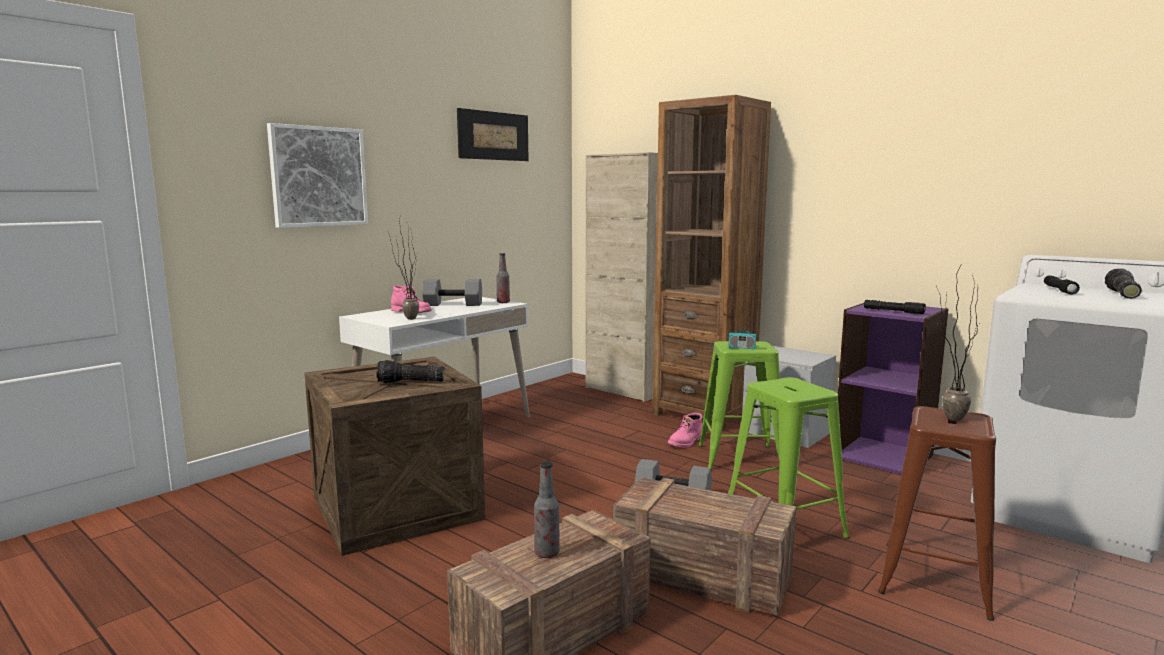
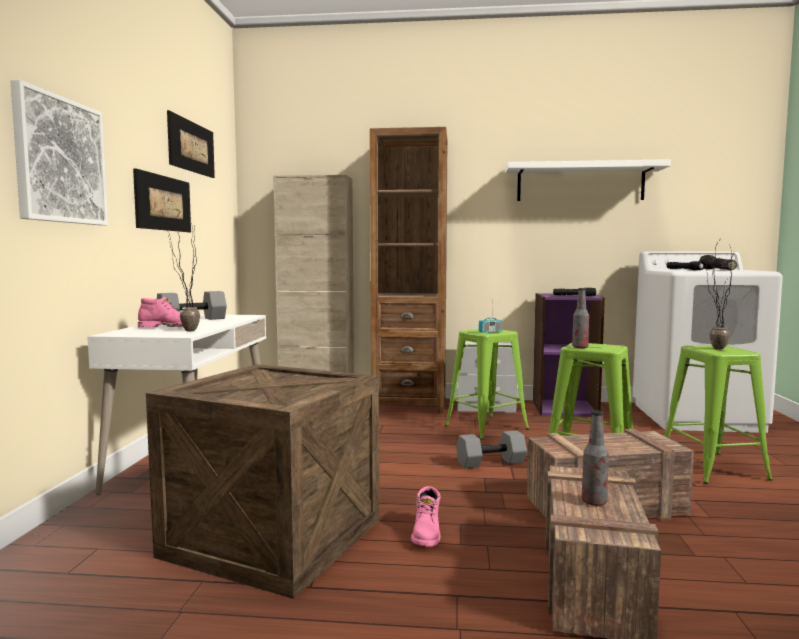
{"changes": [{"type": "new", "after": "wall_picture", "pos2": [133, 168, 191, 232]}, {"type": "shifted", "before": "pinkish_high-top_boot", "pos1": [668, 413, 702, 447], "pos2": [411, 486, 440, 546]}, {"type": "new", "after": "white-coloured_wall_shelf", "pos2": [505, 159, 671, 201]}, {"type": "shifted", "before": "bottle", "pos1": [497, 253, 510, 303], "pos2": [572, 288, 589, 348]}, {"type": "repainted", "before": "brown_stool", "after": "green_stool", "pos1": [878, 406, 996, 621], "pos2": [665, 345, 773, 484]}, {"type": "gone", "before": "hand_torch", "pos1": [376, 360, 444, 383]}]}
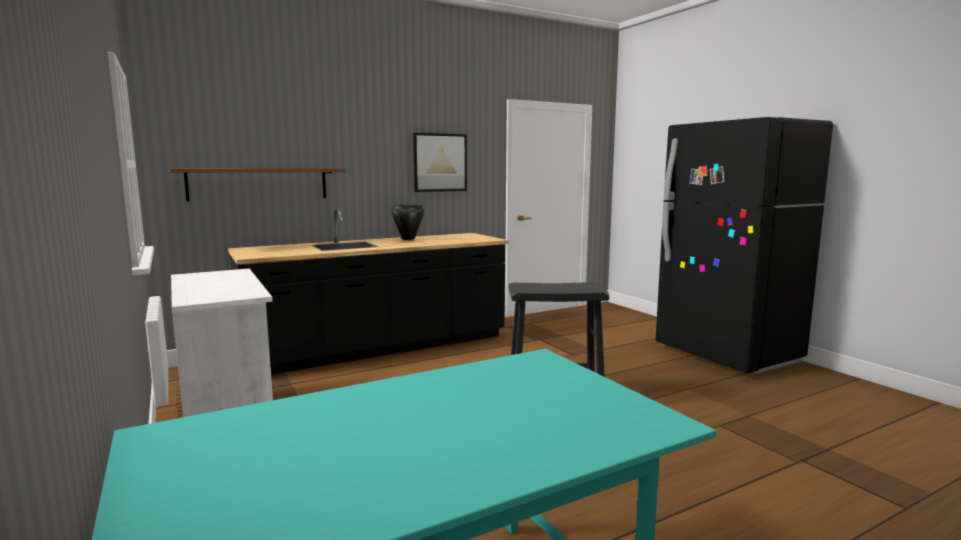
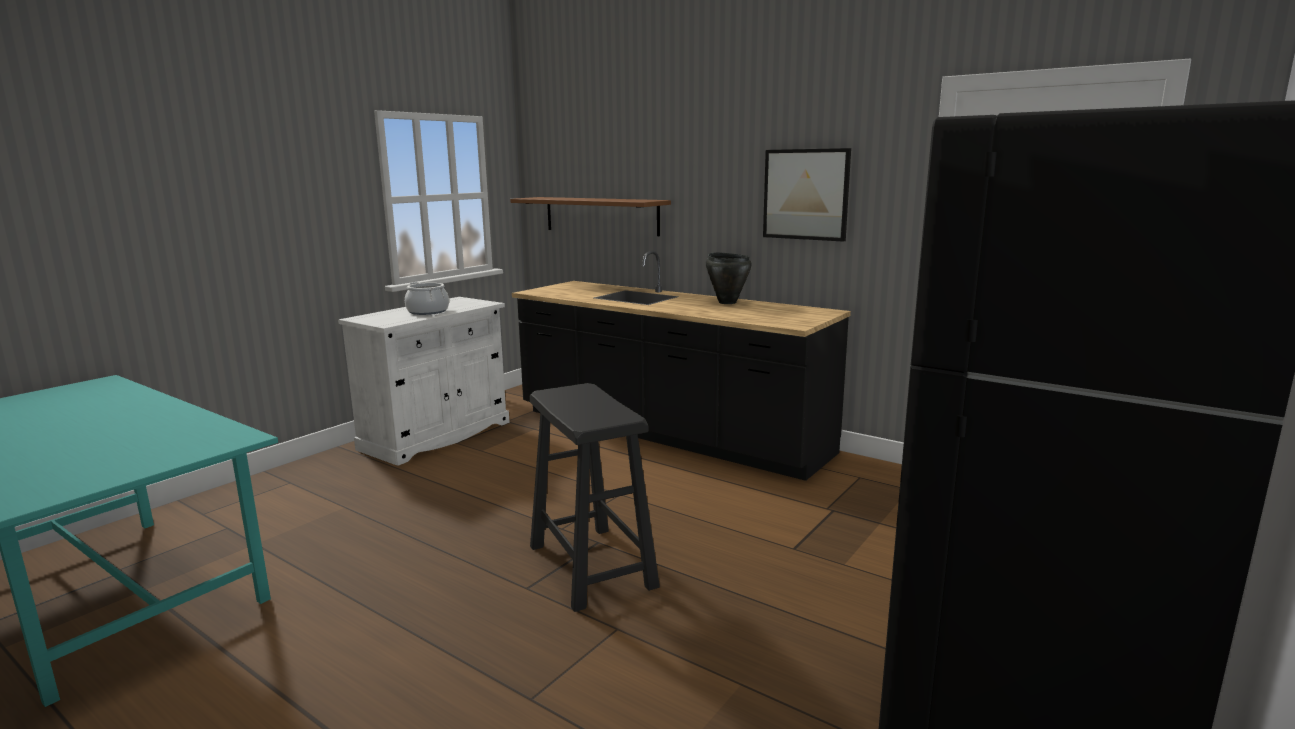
{"changes": [{"type": "new", "after": "cooking_pot", "pos2": [405, 282, 449, 315]}]}
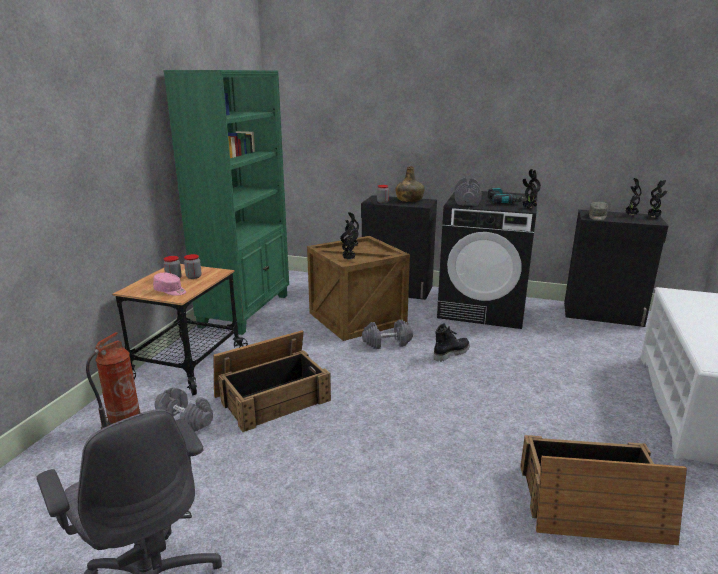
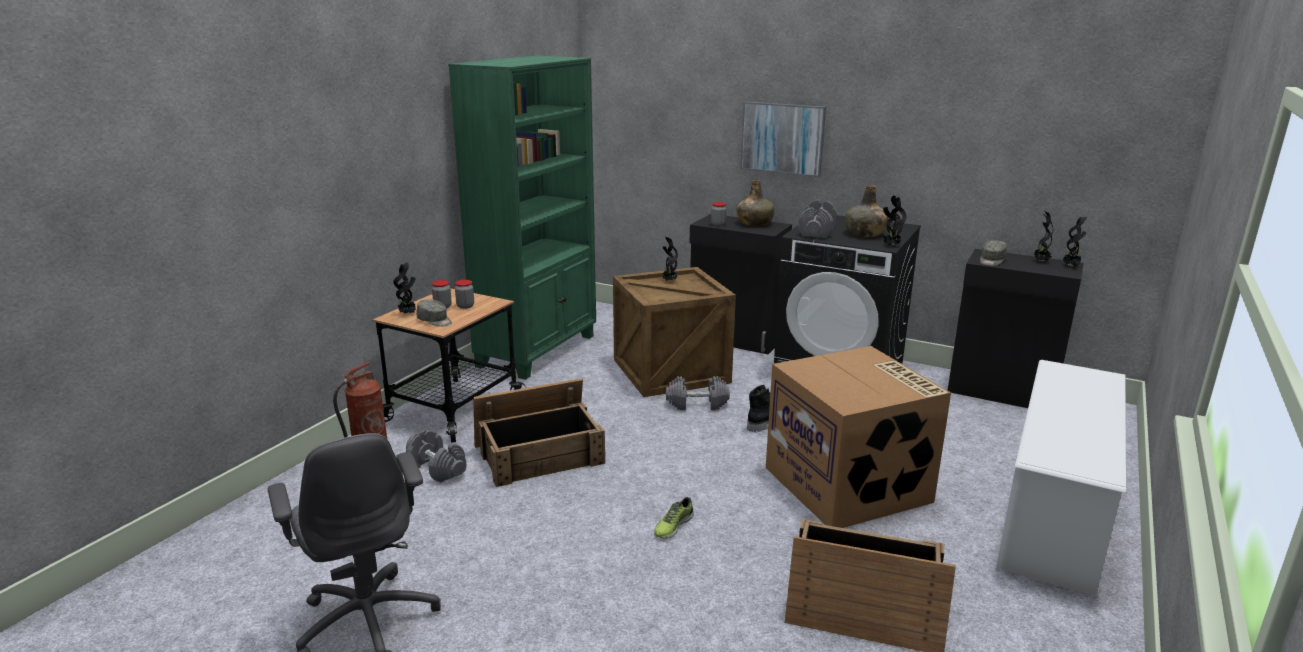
{"changes": [{"type": "shifted", "before": "plant_in_a_pot", "pos1": [340, 222, 358, 260], "pos2": [394, 262, 416, 314]}, {"type": "repainted", "before": "pinkish_peaked_cap", "after": "greyish_peaked_cap", "pos1": [153, 273, 186, 296], "pos2": [417, 299, 452, 327]}, {"type": "new", "after": "item_of_footwear", "pos2": [654, 497, 694, 539]}, {"type": "new", "after": "wall_picture", "pos2": [741, 102, 826, 177]}, {"type": "new", "after": "cardboard_box", "pos2": [766, 346, 951, 528]}, {"type": "swapped", "before": "drill", "after": "green_bottle", "pos1": [488, 188, 525, 204], "pos2": [845, 185, 888, 238]}]}
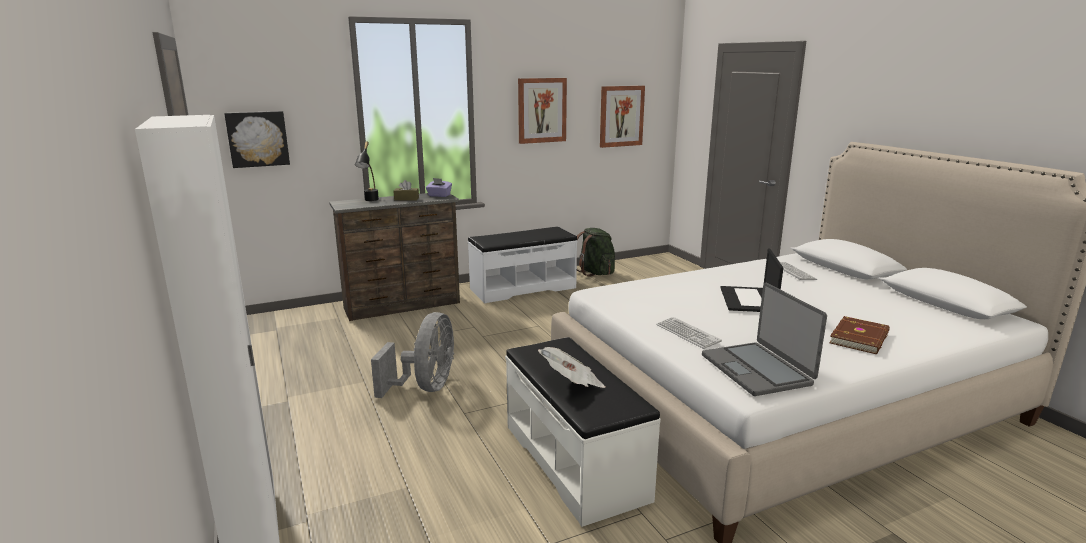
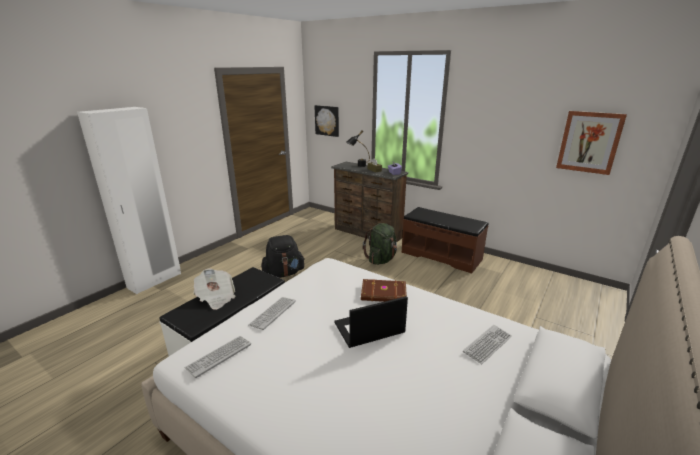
{"changes": [{"type": "swapped", "before": "notebook_computer", "after": "PC_keyboard", "pos1": [702, 282, 827, 396], "pos2": [185, 336, 251, 378]}, {"type": "swapped", "before": "greyish_electric_fan", "after": "black-coloured_knapsack", "pos1": [371, 312, 454, 398], "pos2": [261, 235, 305, 278]}, {"type": "shifted", "before": "brown_book", "pos1": [829, 316, 890, 354], "pos2": [361, 279, 407, 302]}, {"type": "shifted", "before": "green_knapsack", "pos1": [577, 228, 615, 277], "pos2": [362, 223, 397, 265]}, {"type": "repainted", "before": "white-coloured_indoor_bench", "after": "brown_indoor_bench", "pos1": [468, 226, 578, 303], "pos2": [402, 207, 489, 273]}, {"type": "gone", "before": "wall_picture", "pos1": [518, 78, 567, 144]}]}
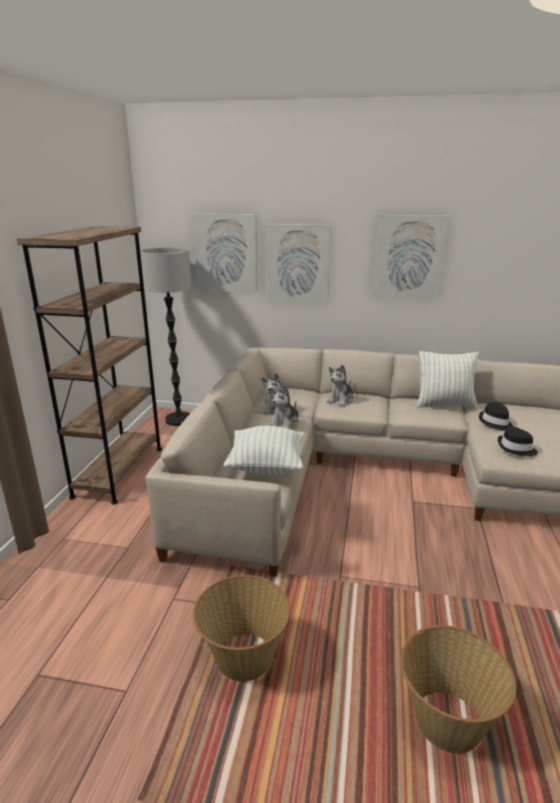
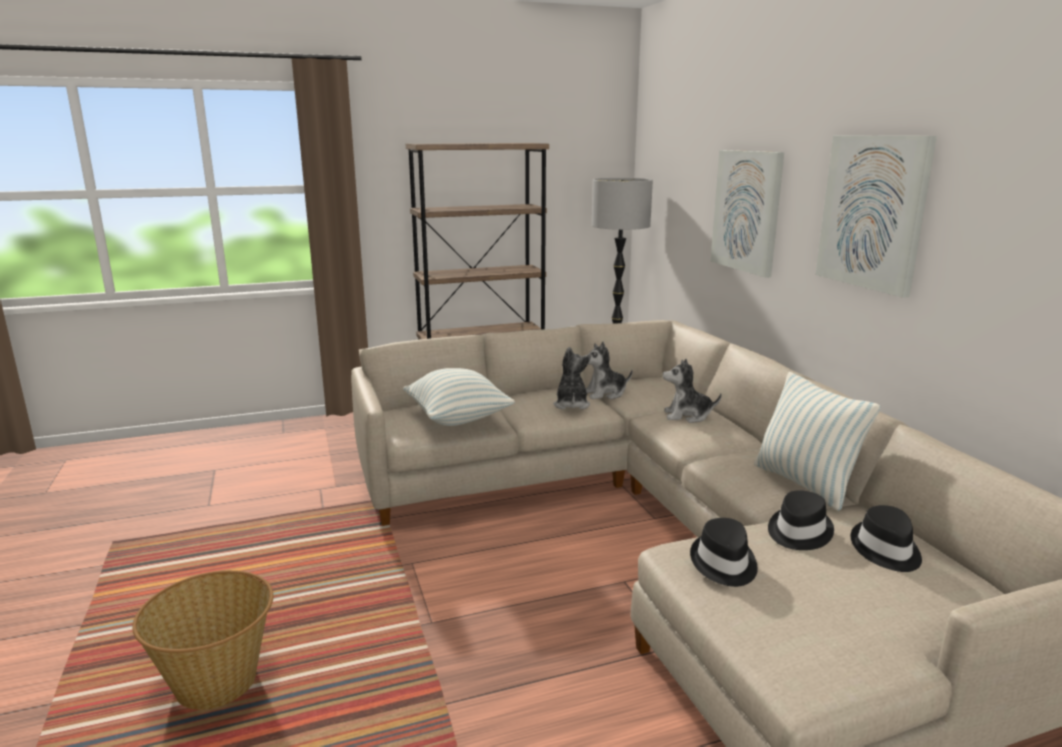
{"changes": [{"type": "rotated", "before": "plush_toy", "pos1": [270, 385, 299, 429], "pos2": [553, 347, 591, 409], "turn": 90}, {"type": "new", "after": "black-coloured_clothing_hat", "pos2": [851, 505, 922, 572]}, {"type": "gone", "before": "wall_picture", "pos1": [193, 213, 258, 292]}, {"type": "gone", "before": "basket", "pos1": [193, 575, 290, 682]}]}
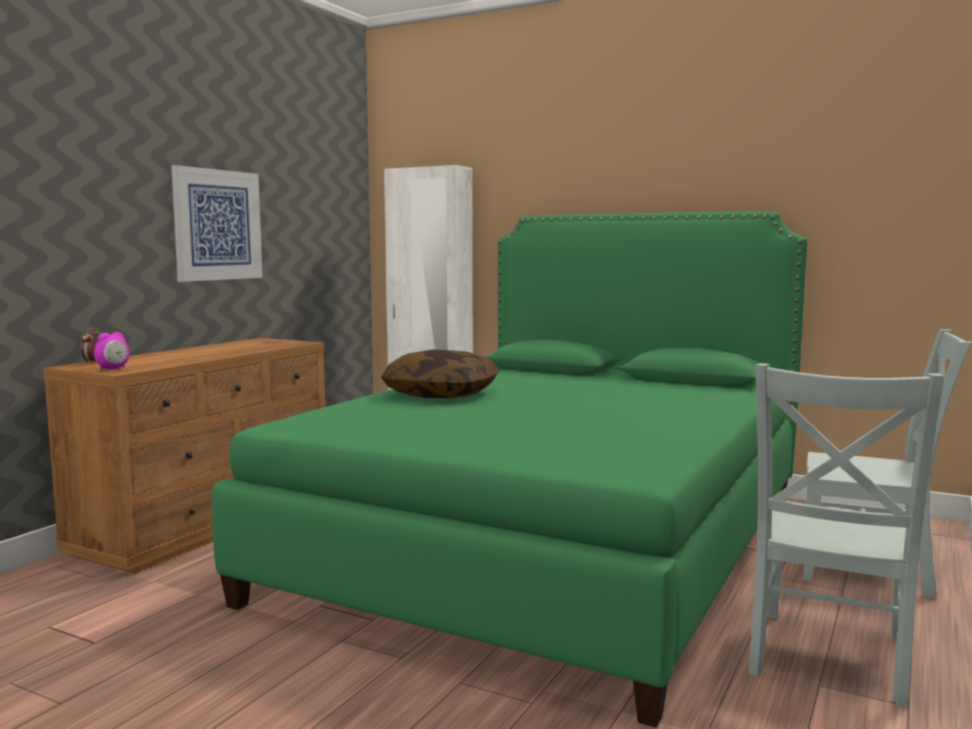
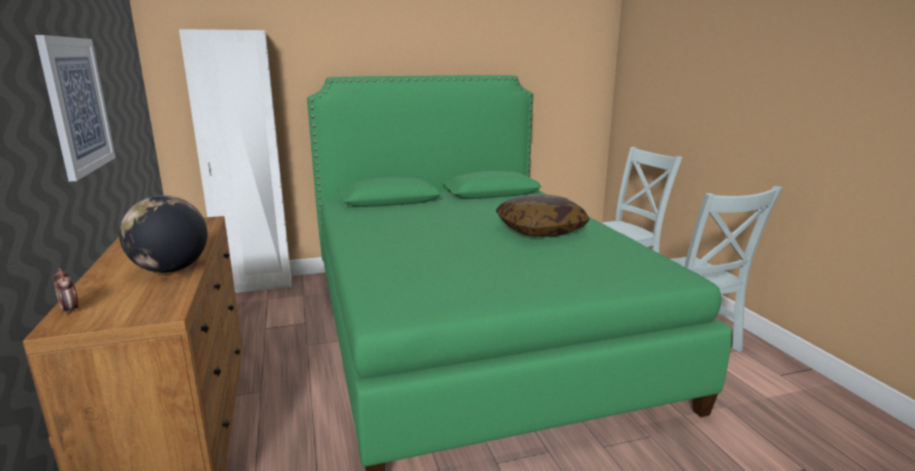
{"changes": [{"type": "new", "after": "desk_globe", "pos2": [119, 195, 207, 273]}, {"type": "shifted", "before": "pillow", "pos1": [381, 350, 499, 398], "pos2": [496, 195, 590, 237]}, {"type": "gone", "before": "alarm_clock", "pos1": [94, 332, 129, 370]}]}
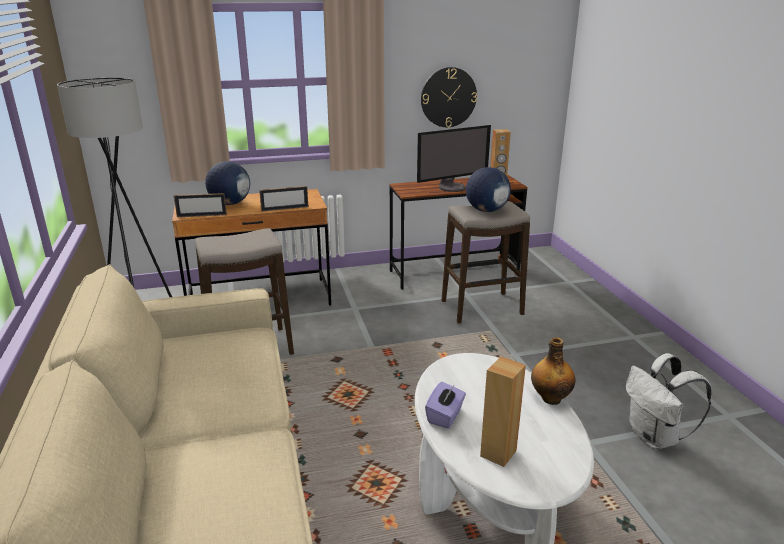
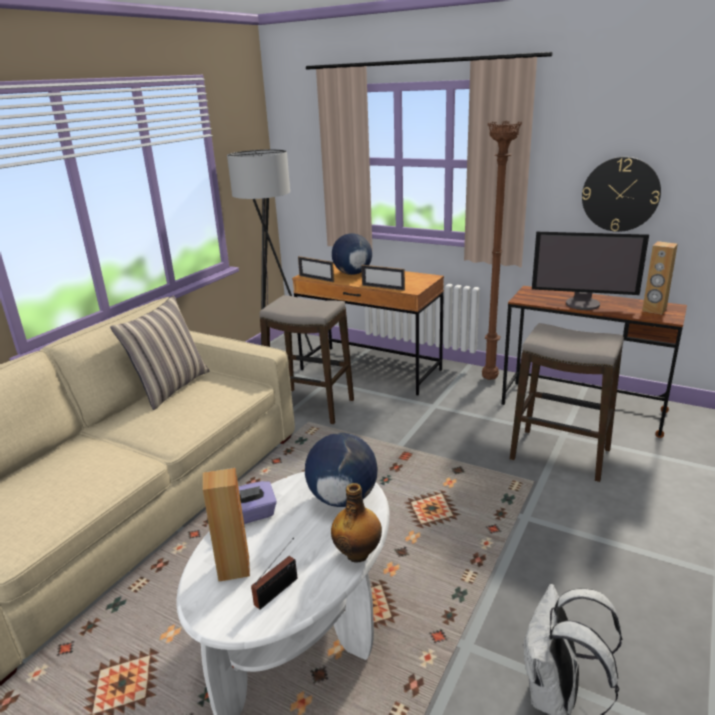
{"changes": [{"type": "new", "after": "pillow", "pos2": [110, 295, 210, 410]}, {"type": "new", "after": "radio_set", "pos2": [251, 537, 297, 610]}, {"type": "shifted", "before": "desk_globe", "pos1": [466, 167, 511, 212], "pos2": [305, 433, 378, 507]}, {"type": "new", "after": "brown_standing_lamp", "pos2": [482, 121, 522, 380]}]}
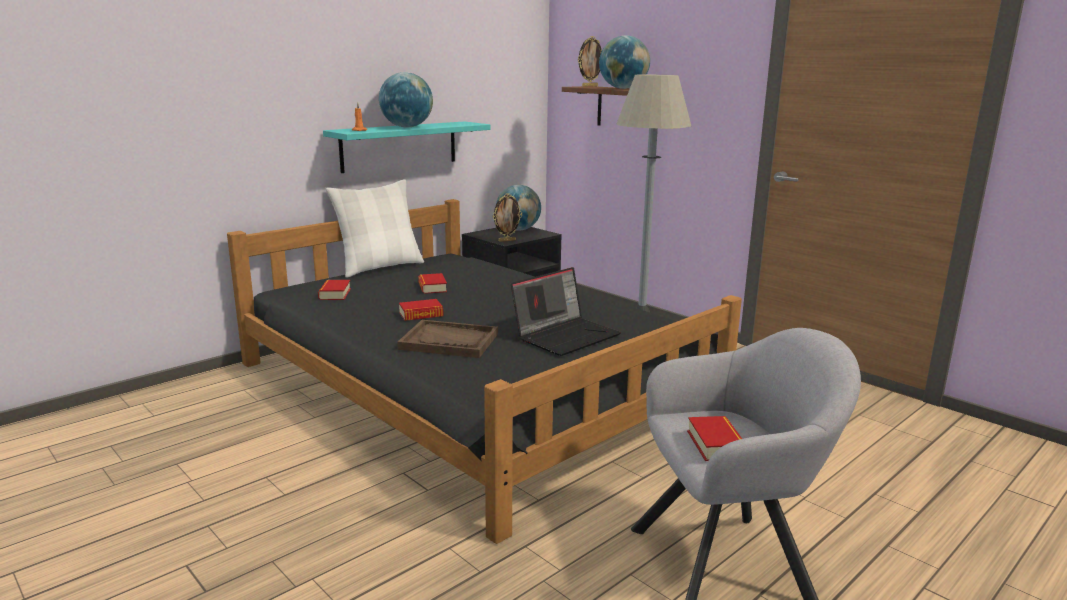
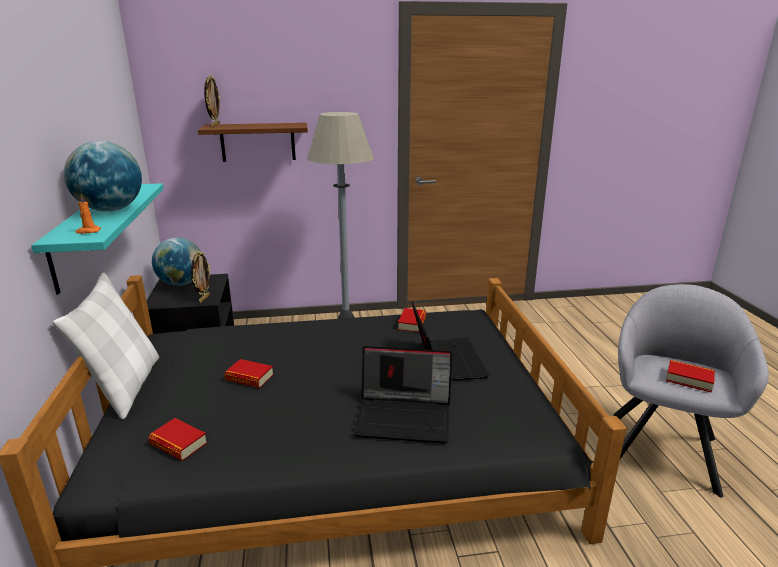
{"changes": [{"type": "swapped", "before": "brown_serving_tray", "after": "notebook_computer", "pos1": [397, 320, 498, 358], "pos2": [353, 346, 452, 443]}, {"type": "shifted", "before": "book", "pos1": [399, 299, 443, 321], "pos2": [398, 308, 426, 332]}, {"type": "gone", "before": "desk_globe", "pos1": [599, 35, 650, 89]}]}
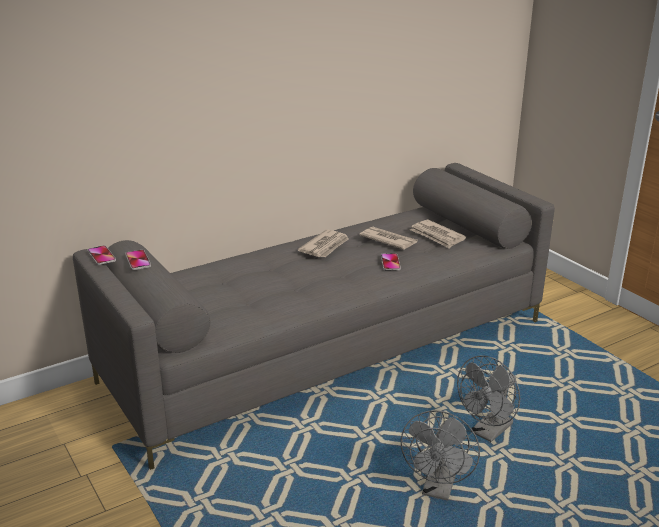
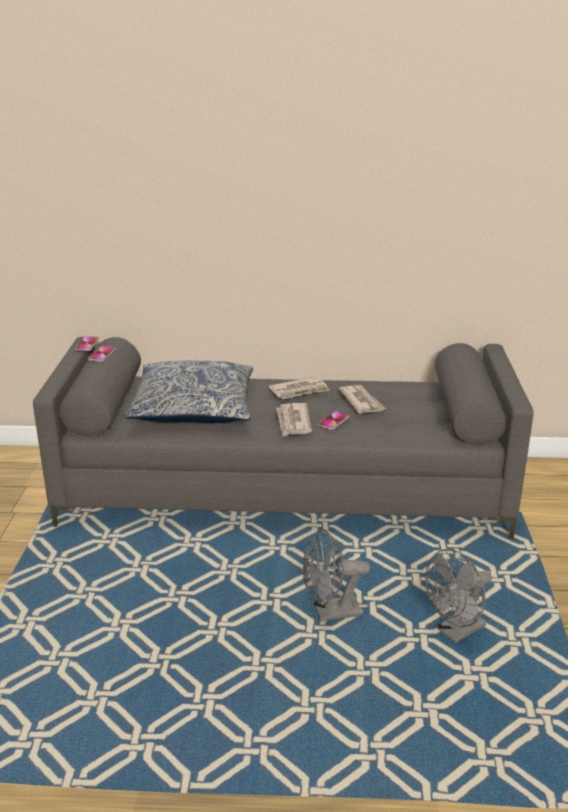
{"changes": [{"type": "new", "after": "pillow", "pos2": [124, 361, 253, 423]}, {"type": "shifted", "before": "daily_paper", "pos1": [410, 220, 466, 248], "pos2": [276, 403, 312, 437]}, {"type": "shifted", "before": "greyish_electric_fan", "pos1": [401, 411, 480, 501], "pos2": [426, 549, 492, 643]}]}
